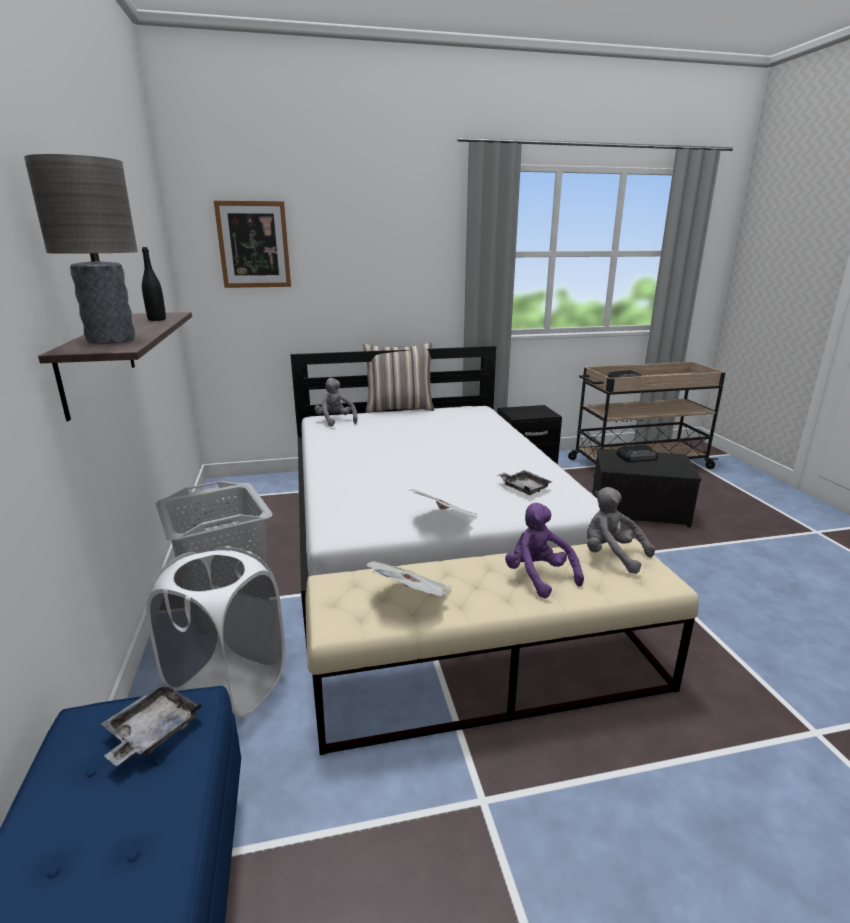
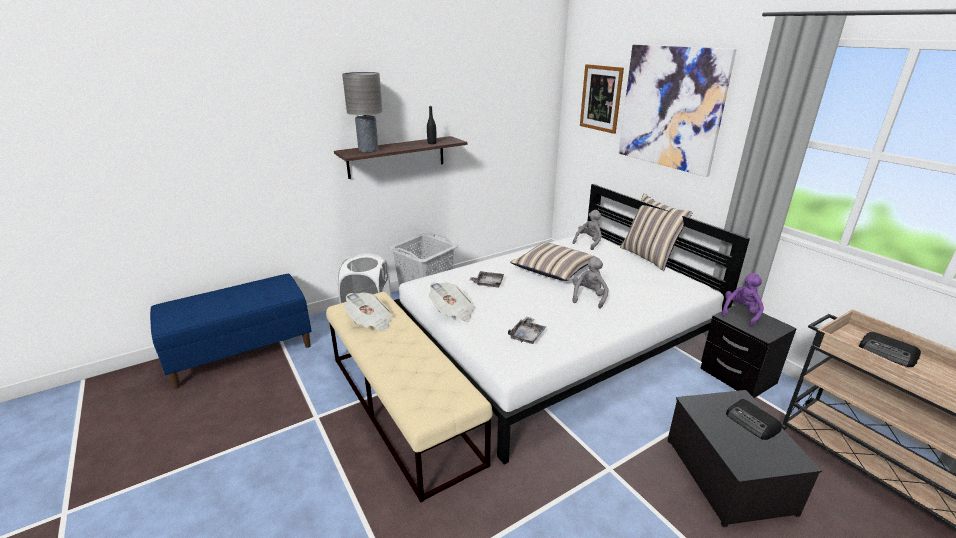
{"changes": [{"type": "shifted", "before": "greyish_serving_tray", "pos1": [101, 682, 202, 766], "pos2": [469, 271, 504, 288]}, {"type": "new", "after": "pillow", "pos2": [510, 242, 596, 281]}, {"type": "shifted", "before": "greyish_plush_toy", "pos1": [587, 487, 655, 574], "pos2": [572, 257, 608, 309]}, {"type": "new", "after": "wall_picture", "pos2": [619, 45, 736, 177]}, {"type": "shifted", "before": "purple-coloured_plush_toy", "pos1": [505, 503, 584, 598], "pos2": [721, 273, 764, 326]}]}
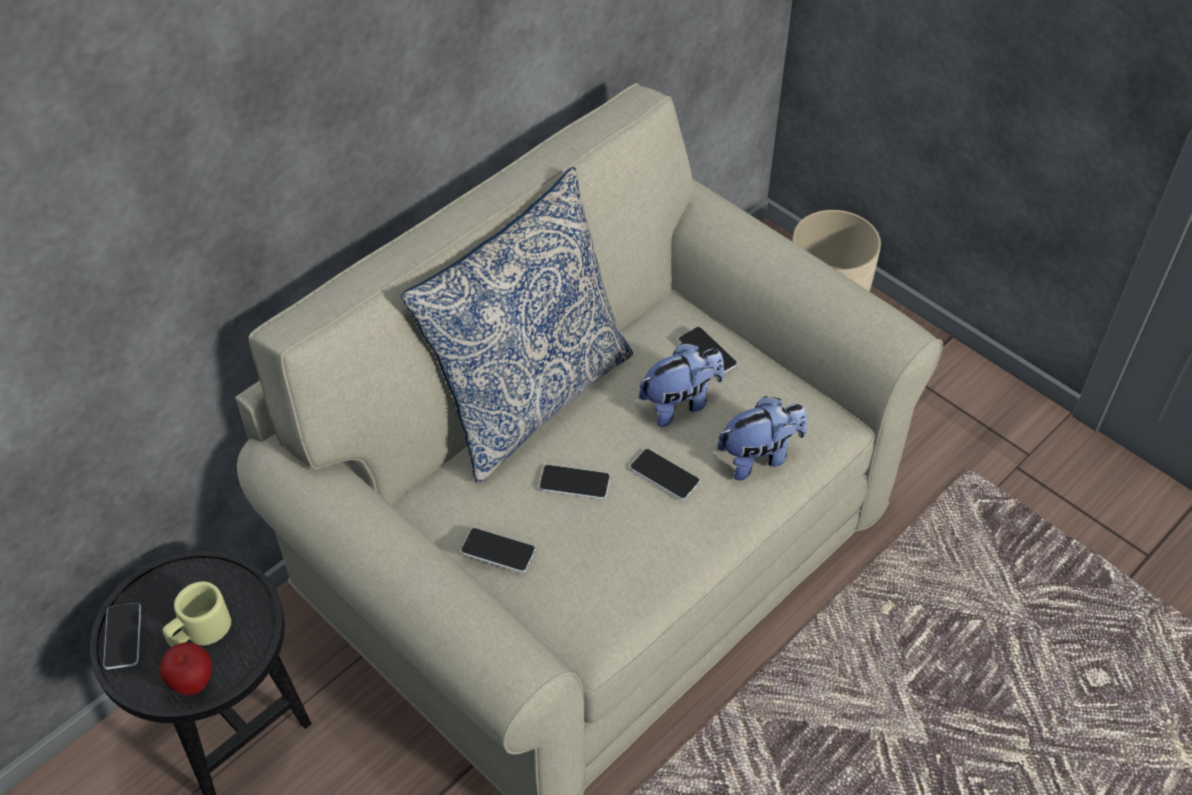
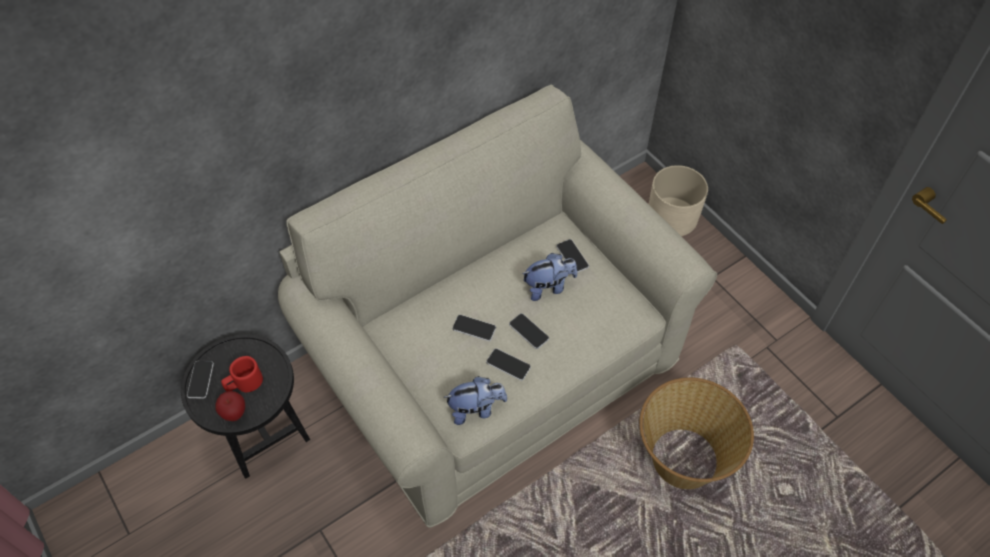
{"changes": [{"type": "repainted", "before": "beige-coloured_tea_mug", "after": "red-coloured_tea_mug", "pos1": [163, 581, 231, 647], "pos2": [221, 356, 263, 392]}, {"type": "shifted", "before": "plush_toy", "pos1": [717, 396, 807, 481], "pos2": [443, 376, 507, 425]}, {"type": "shifted", "before": "telephone", "pos1": [460, 528, 536, 573], "pos2": [486, 348, 531, 381]}, {"type": "new", "after": "basket", "pos2": [639, 378, 754, 489]}, {"type": "gone", "before": "pillow", "pos1": [401, 167, 633, 484]}]}
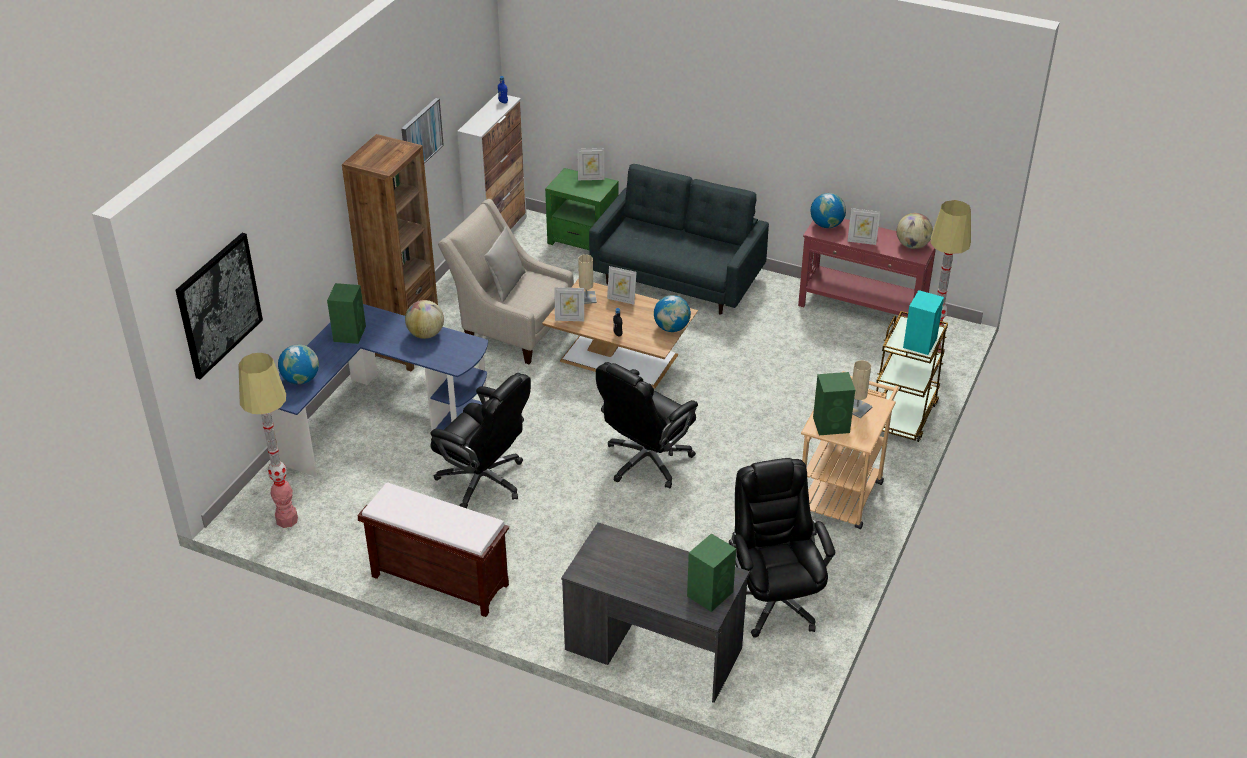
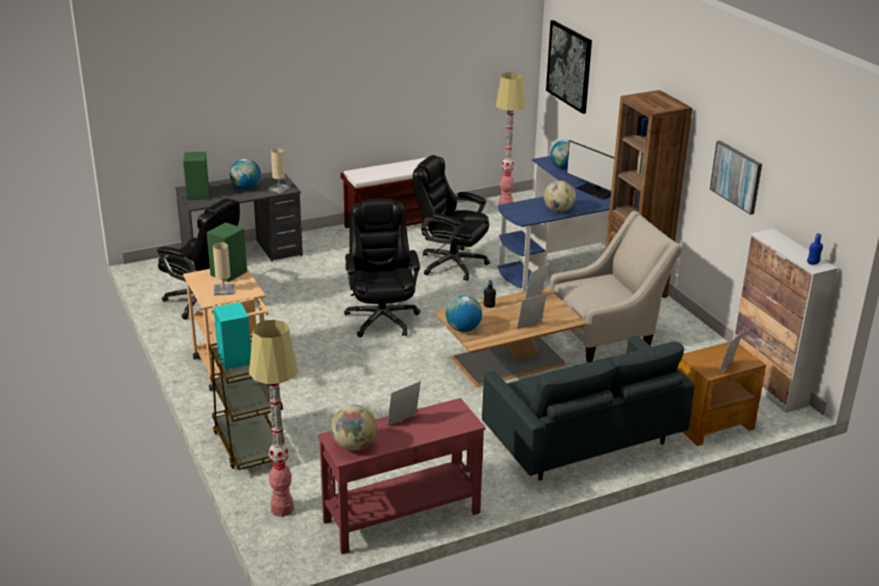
{"changes": [{"type": "shifted", "before": "desk_globe", "pos1": [811, 193, 846, 228], "pos2": [230, 159, 261, 190]}, {"type": "shifted", "before": "beige-coloured_table_lamp", "pos1": [578, 255, 597, 304], "pos2": [268, 148, 291, 193]}, {"type": "rotated", "before": "black-coloured_office_chair", "pos1": [430, 373, 531, 508], "pos2": [413, 155, 490, 281], "turn": 45}, {"type": "swapped", "before": "green_audio_speaker", "after": "computer_screen", "pos1": [327, 283, 366, 344], "pos2": [567, 140, 615, 200]}, {"type": "repainted", "before": "green_end_table", "after": "brown_end_table", "pos1": [545, 168, 618, 250], "pos2": [678, 342, 766, 446]}, {"type": "gone", "before": "greyish_pillow", "pos1": [484, 227, 526, 303]}]}
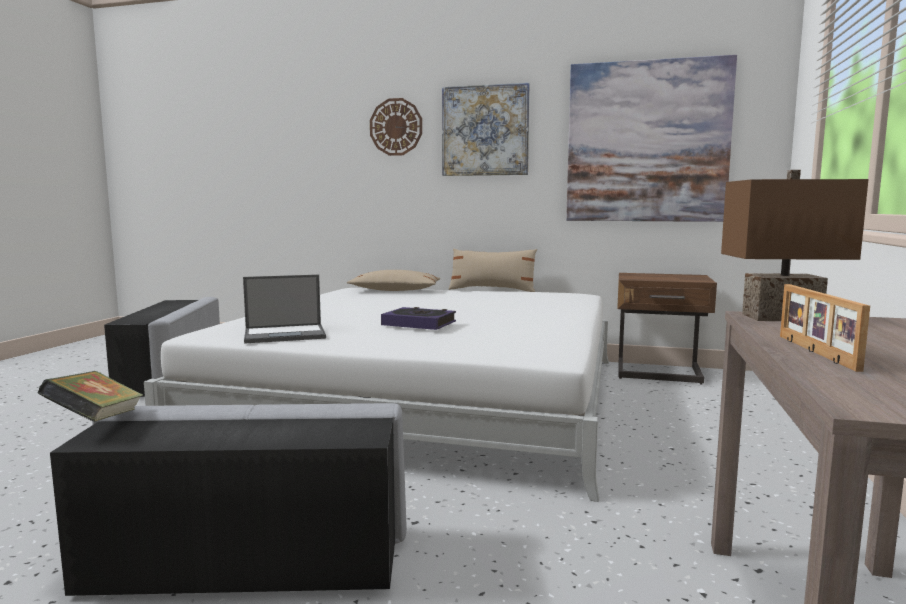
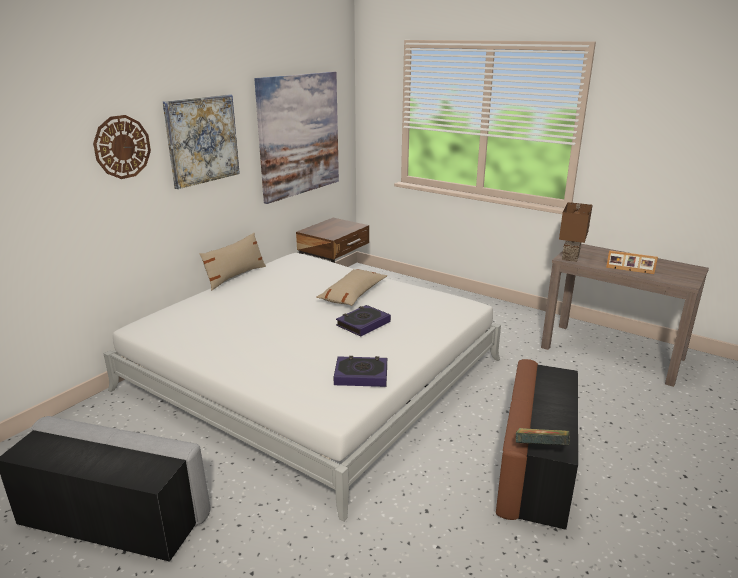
{"changes": [{"type": "shifted", "before": "beige-coloured_pillow", "pos1": [347, 270, 441, 291], "pos2": [317, 269, 387, 306]}, {"type": "swapped", "before": "notebook_computer", "after": "book", "pos1": [243, 275, 326, 344], "pos2": [334, 356, 387, 387]}, {"type": "repainted", "before": "greyish_ottoman", "after": "brown_ottoman", "pos1": [50, 403, 407, 596], "pos2": [496, 359, 578, 530]}]}
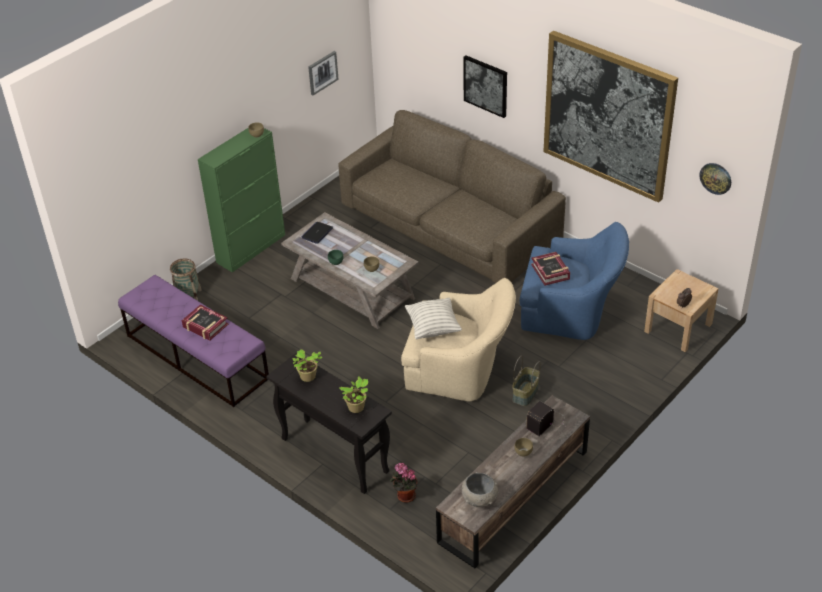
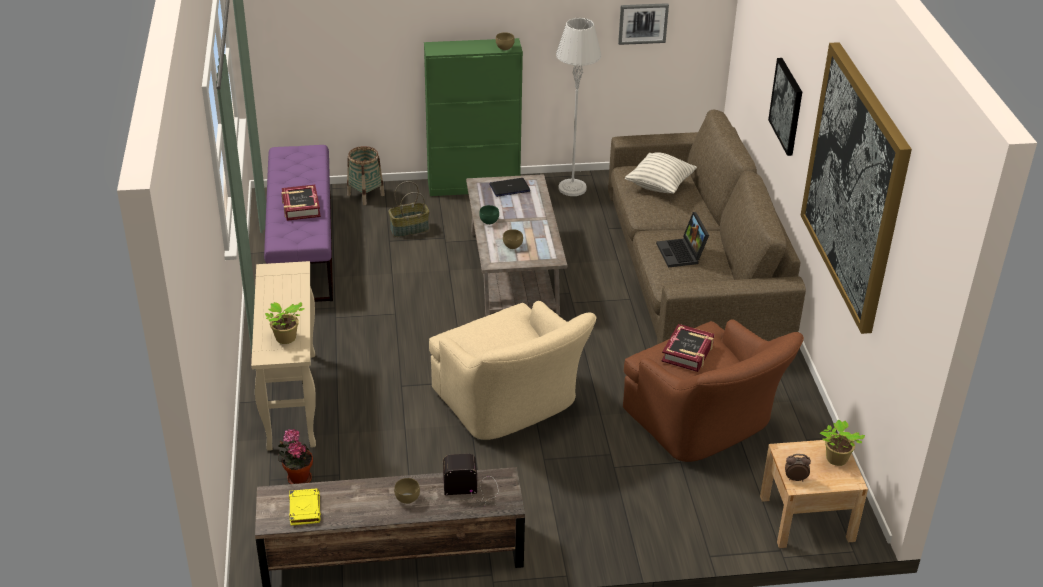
{"changes": [{"type": "repainted", "before": "black-coloured_console_table", "after": "beige-coloured_console_table", "pos1": [266, 353, 392, 494], "pos2": [251, 261, 316, 451]}, {"type": "swapped", "before": "greyish_serving_bowl", "after": "yellowish_book", "pos1": [462, 472, 498, 507], "pos2": [289, 488, 321, 526]}, {"type": "shifted", "before": "basket", "pos1": [512, 356, 541, 406], "pos2": [388, 181, 429, 237]}, {"type": "new", "after": "greyish_standing_lamp", "pos2": [556, 18, 601, 196]}, {"type": "repainted", "before": "blue_armchair", "after": "brown_armchair", "pos1": [520, 222, 629, 340], "pos2": [623, 320, 804, 462]}, {"type": "shifted", "before": "pillow", "pos1": [405, 298, 462, 339], "pos2": [625, 152, 697, 194]}, {"type": "new", "after": "notebook_computer", "pos2": [656, 212, 709, 268]}, {"type": "shifted", "before": "plant_in_a_pot", "pos1": [293, 349, 322, 382], "pos2": [820, 420, 865, 466]}, {"type": "gone", "before": "clock_on_the_wall", "pos1": [699, 163, 731, 195]}]}
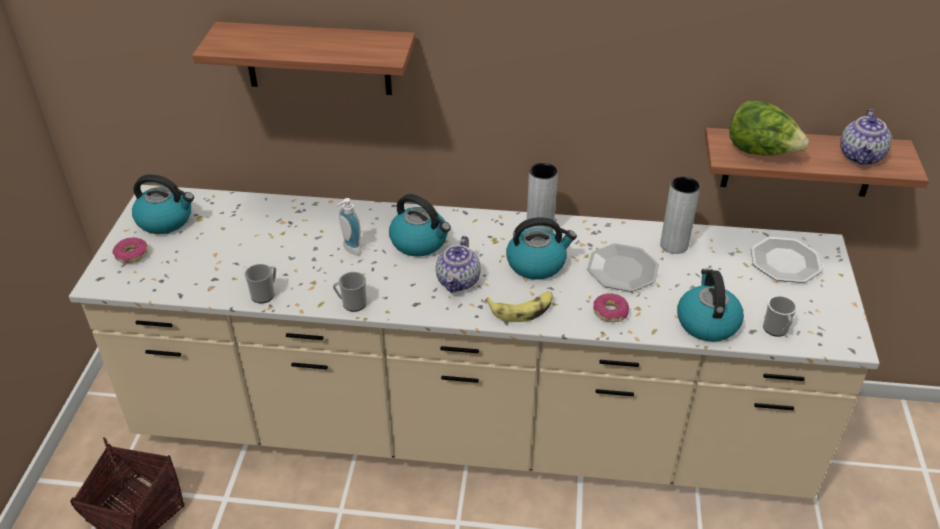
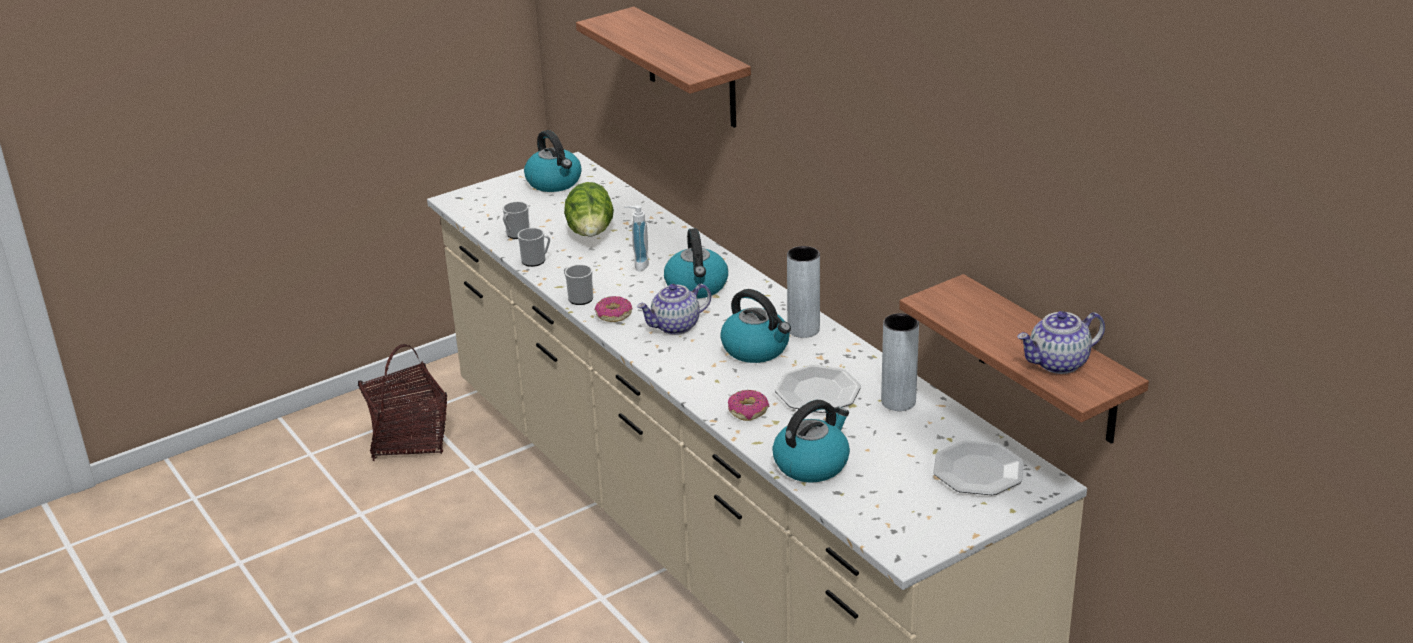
{"changes": [{"type": "shifted", "before": "tea_mug", "pos1": [763, 296, 797, 337], "pos2": [503, 202, 530, 239]}, {"type": "shifted", "before": "lettuce", "pos1": [729, 100, 809, 156], "pos2": [564, 182, 614, 237]}, {"type": "shifted", "before": "ring_doughnut", "pos1": [113, 237, 148, 263], "pos2": [594, 296, 633, 322]}, {"type": "gone", "before": "banana", "pos1": [485, 292, 553, 322]}]}
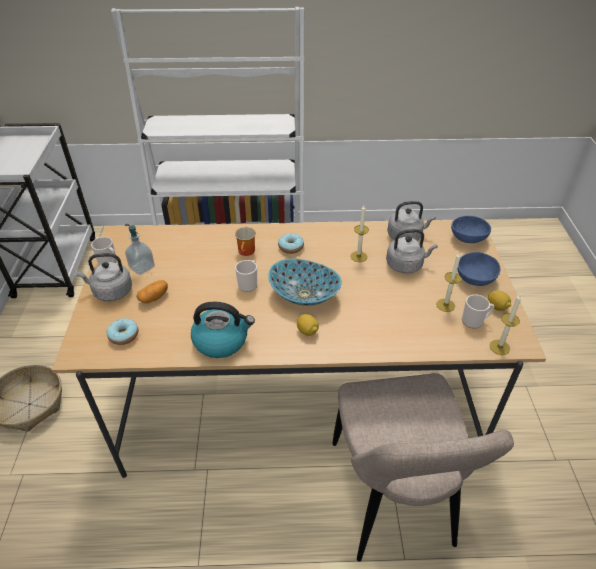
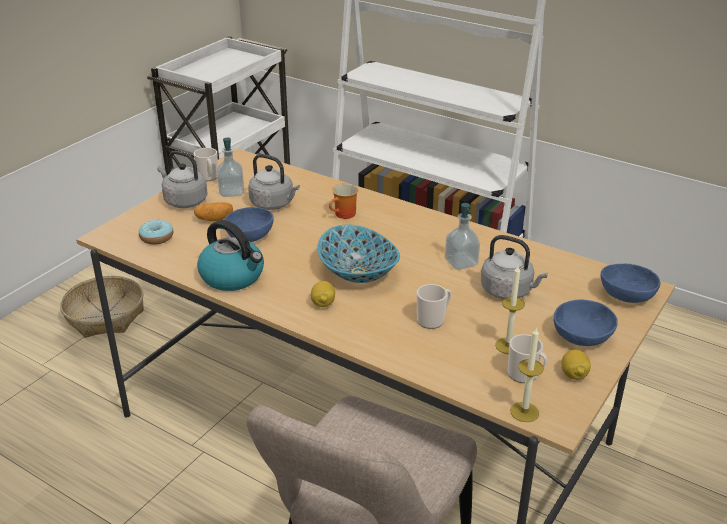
{"changes": [{"type": "new", "after": "blue_serving_bowl", "pos2": [224, 207, 274, 242]}, {"type": "shifted", "before": "greyish_water_kettle", "pos1": [387, 201, 436, 241], "pos2": [248, 154, 300, 210]}, {"type": "shifted", "before": "tea_mug", "pos1": [235, 260, 257, 292], "pos2": [417, 284, 451, 329]}, {"type": "swapped", "before": "wax_candle", "after": "soap_dispenser", "pos1": [350, 206, 369, 262], "pos2": [445, 203, 480, 270]}, {"type": "gone", "before": "ring_doughnut", "pos1": [278, 233, 304, 254]}]}
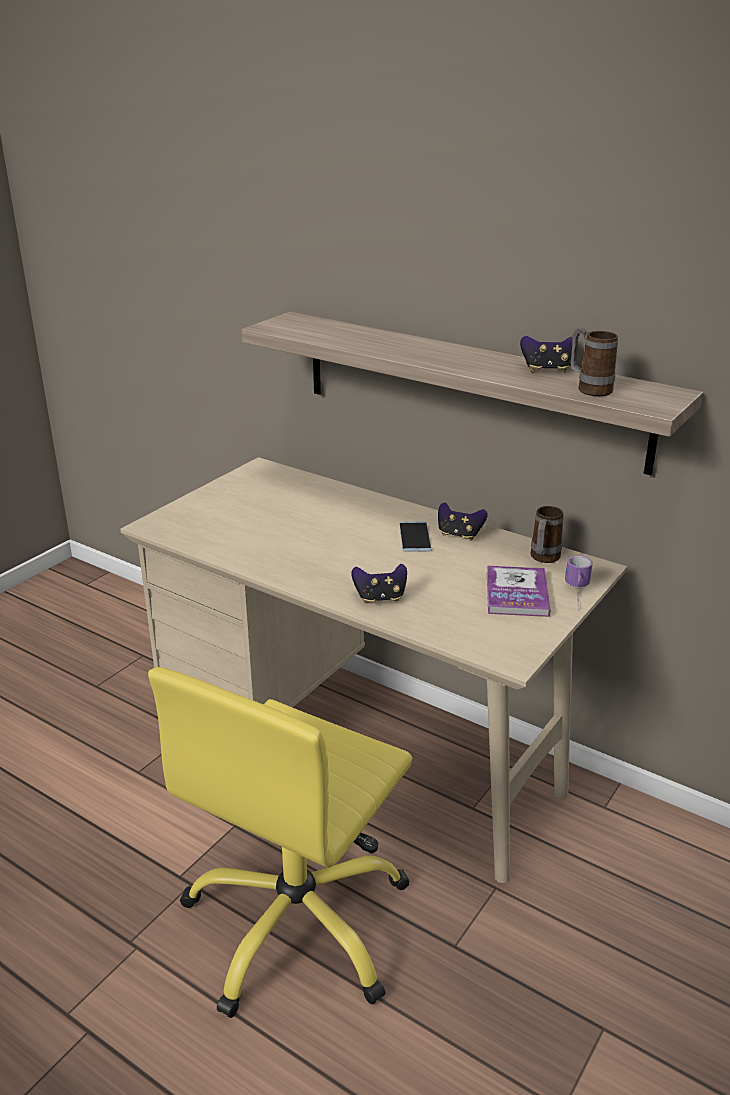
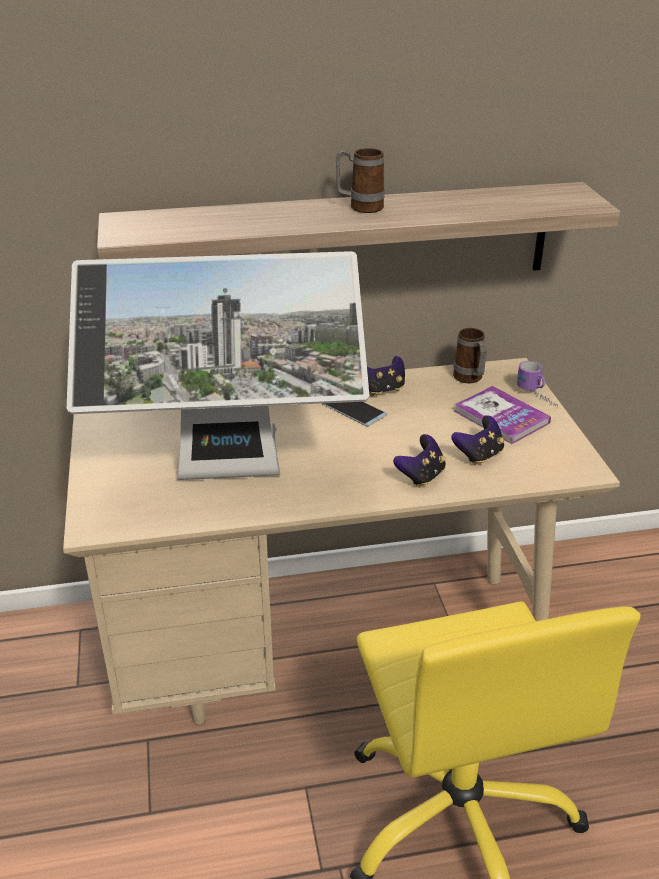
{"changes": [{"type": "new", "after": "computer_screen", "pos2": [67, 251, 369, 480]}, {"type": "shifted", "before": "tea_mug", "pos1": [571, 327, 618, 396], "pos2": [336, 148, 385, 213]}, {"type": "shifted", "before": "joypad", "pos1": [520, 336, 572, 373], "pos2": [451, 415, 504, 465]}]}
